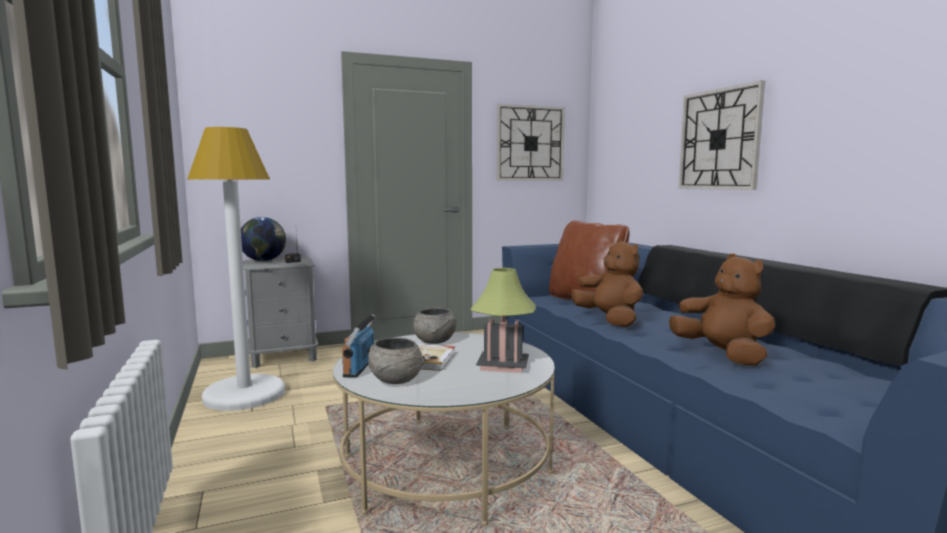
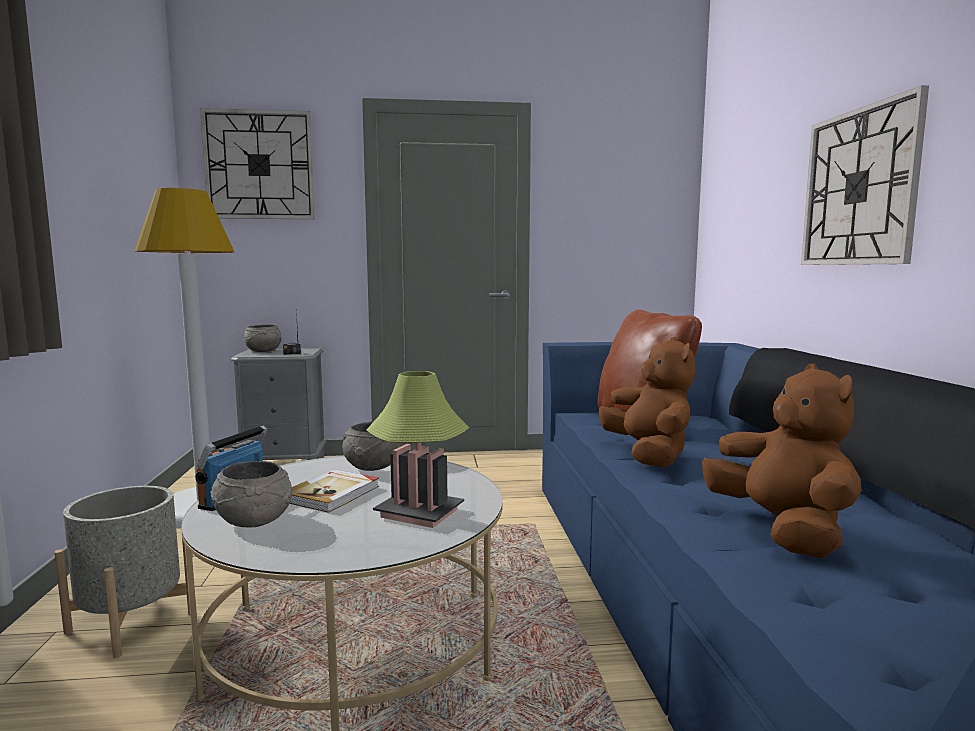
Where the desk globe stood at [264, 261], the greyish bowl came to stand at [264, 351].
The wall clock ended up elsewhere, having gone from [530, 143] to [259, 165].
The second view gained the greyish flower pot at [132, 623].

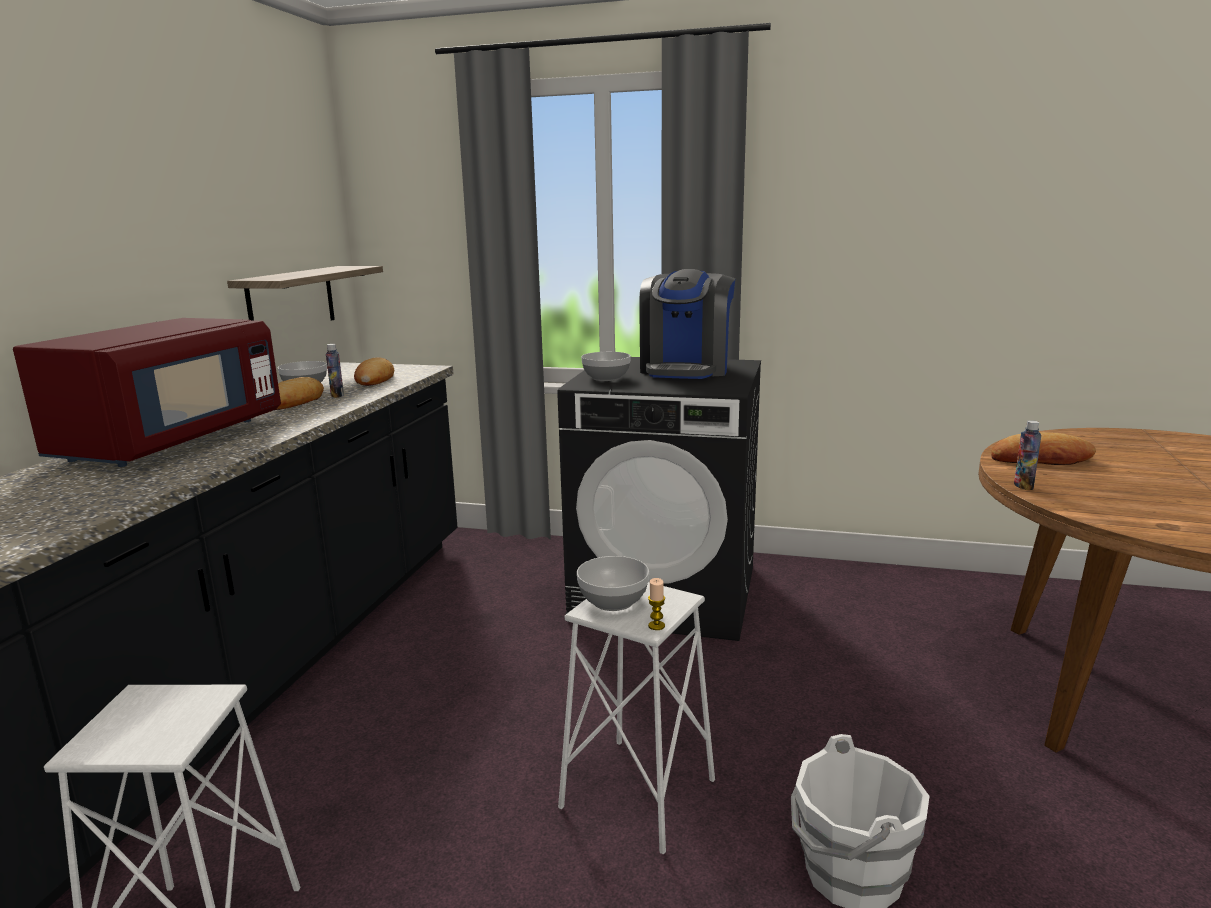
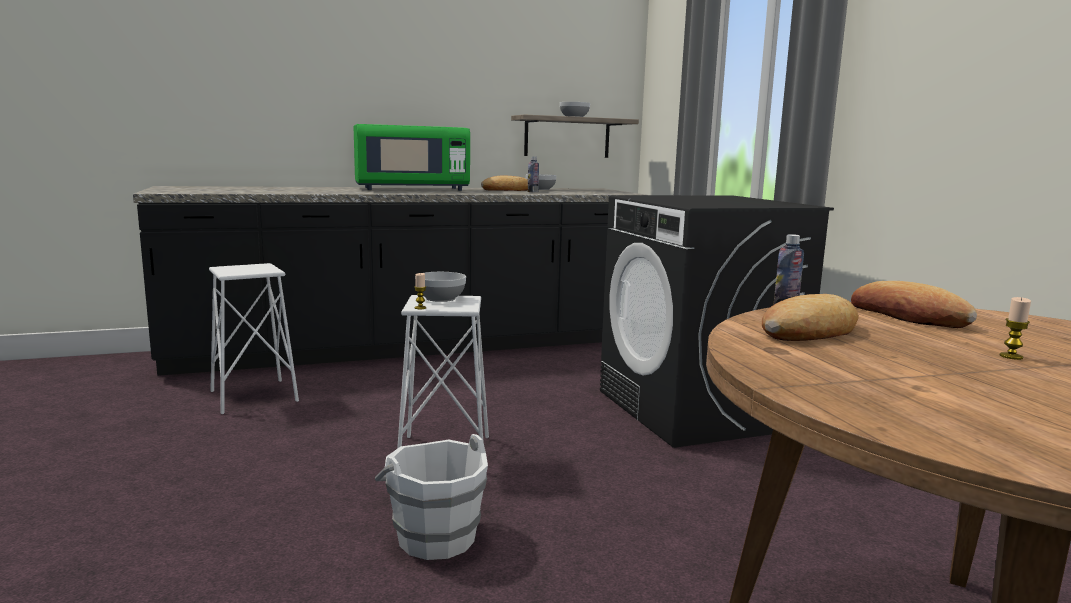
What was the reddish microwave oven at [171, 441] turned into the green-coloured microwave oven at [411, 189].
The bakery bread ended up elsewhere, having gone from [374, 379] to [809, 331].
The bowl ended up elsewhere, having gone from [606, 378] to [574, 117].
The second view lost the coffee maker at [685, 369].
The second view gained the wax candle at [1011, 356].

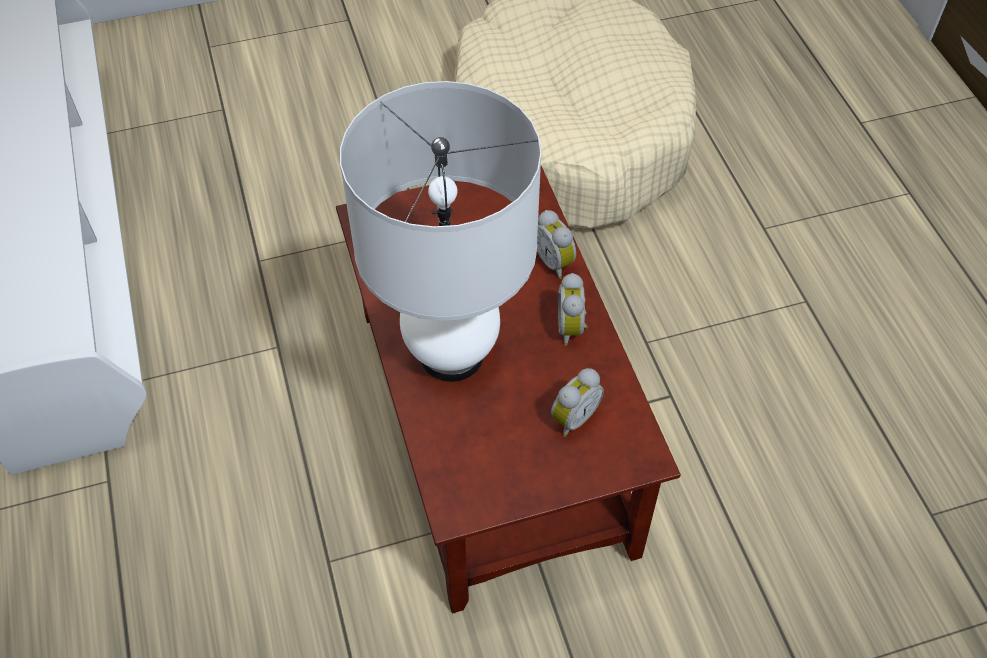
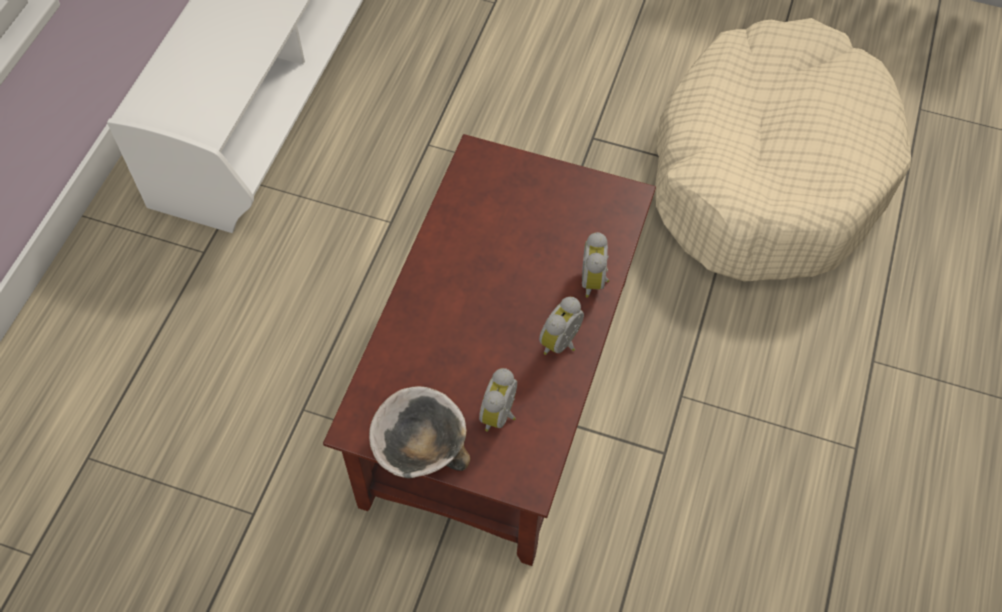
The second view lost the white-coloured lamp for a table at [451, 355].
The alarm clock at [572, 417] ended up facing another way, 120 degrees clockwise from before.
The second view gained the bowl at [419, 447].

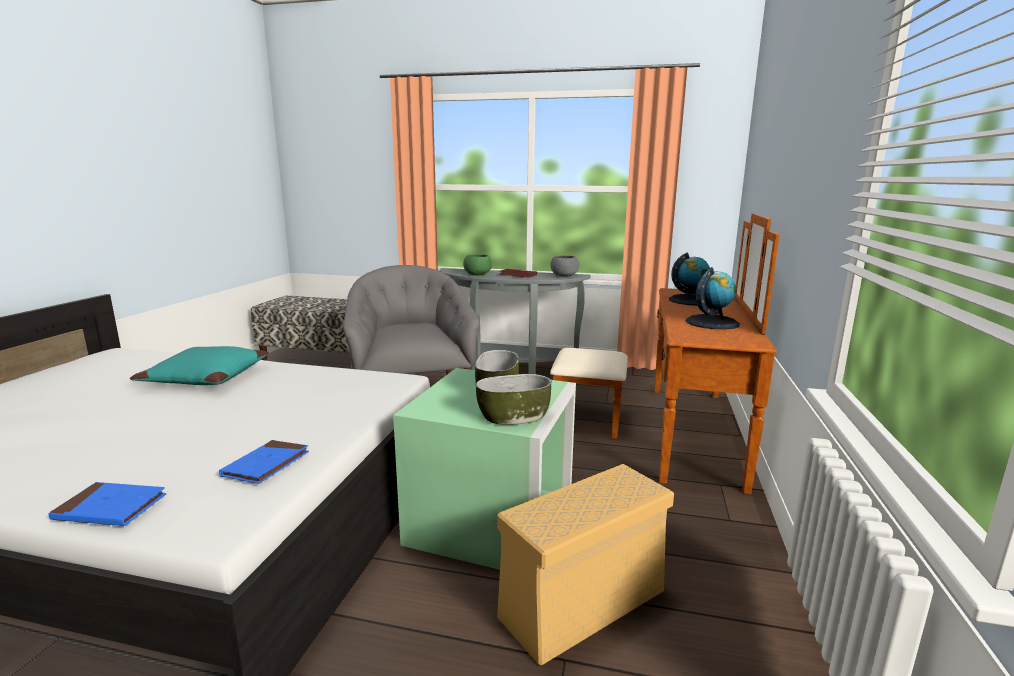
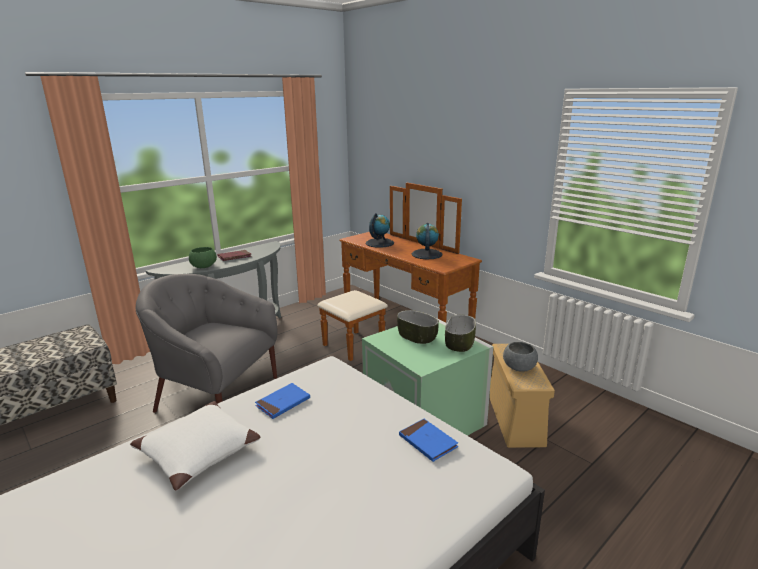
The blue-coloured book ended up elsewhere, having gone from [110, 508] to [283, 403].
What was the blue-green throw pillow at [205, 378] turned into the white-coloured throw pillow at [199, 452].
The greyish bowl ended up elsewhere, having gone from [564, 276] to [519, 367].

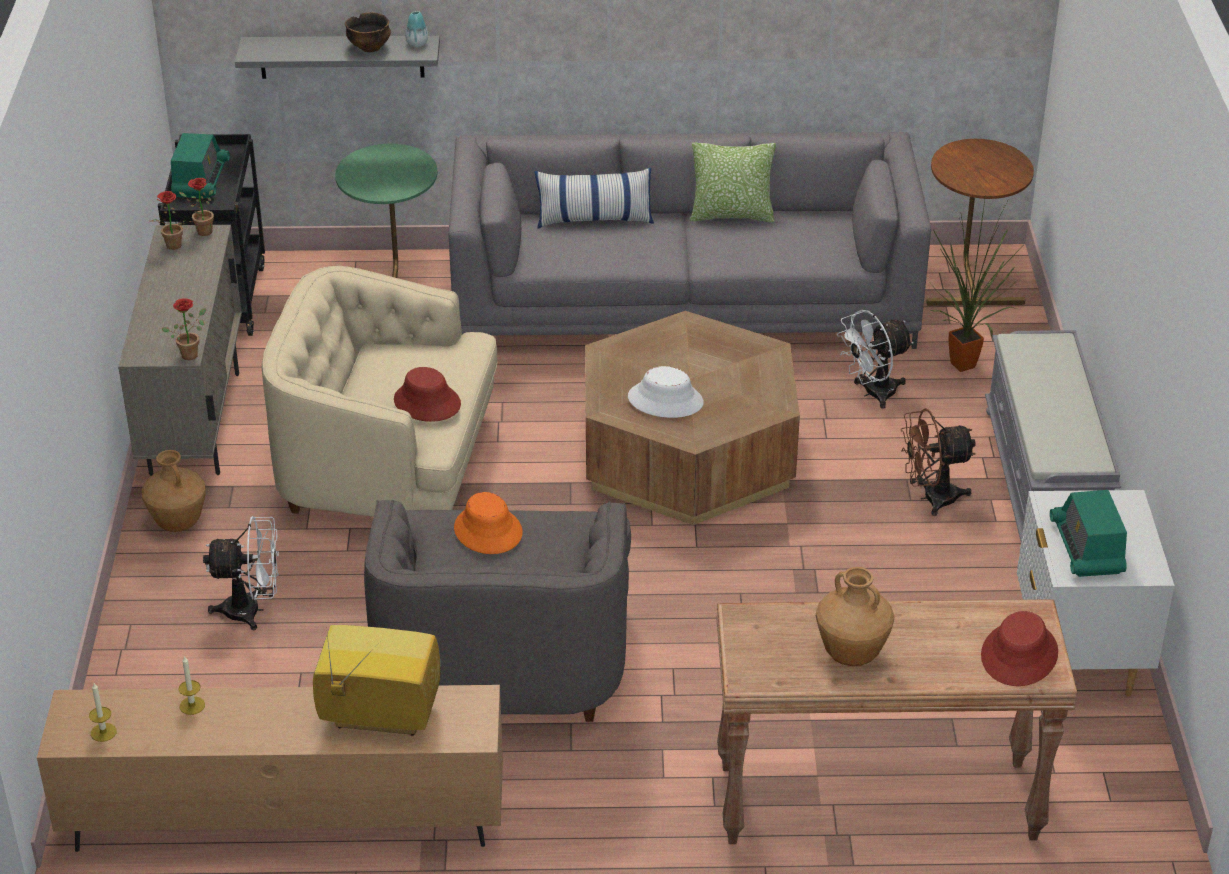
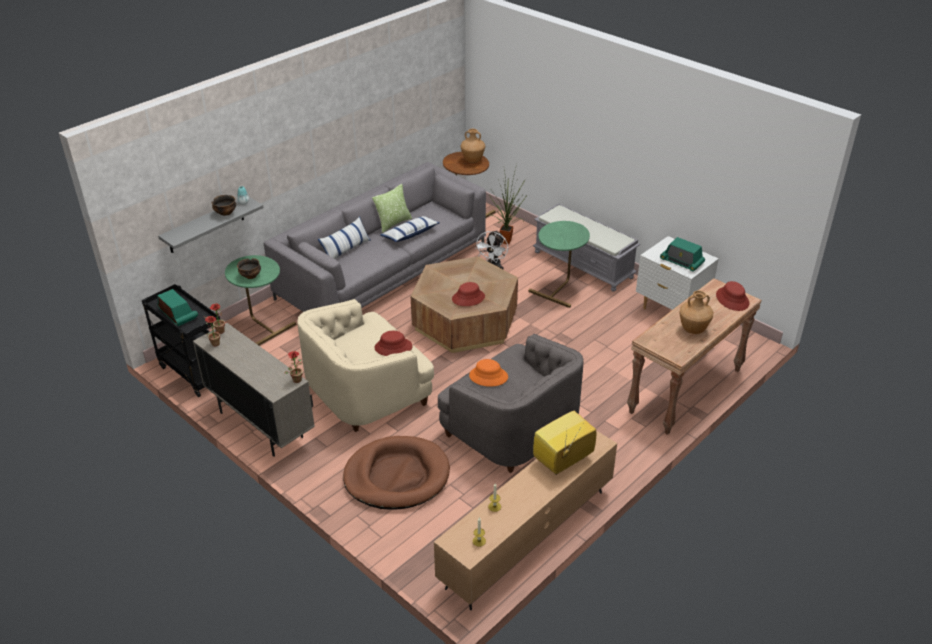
The brownish decorative vase ended up elsewhere, having gone from [178, 523] to [472, 161].
Where the white-coloured cooling fan stood at [252, 610], the brownish dog bed came to stand at [397, 476].
What was the white-coloured clothing hat at [665, 400] turned into the reddish clothing hat at [468, 298].
Where the brownish cooling fan stood at [931, 498], the green-coloured accent table came to stand at [560, 289].
The second view gained the bowl at [250, 276].
The second view gained the throw pillow at [410, 234].

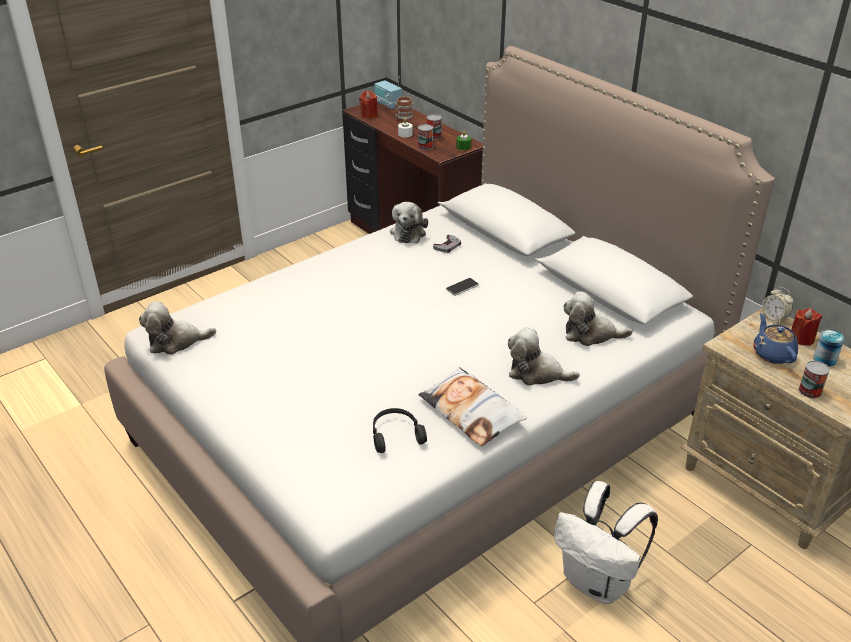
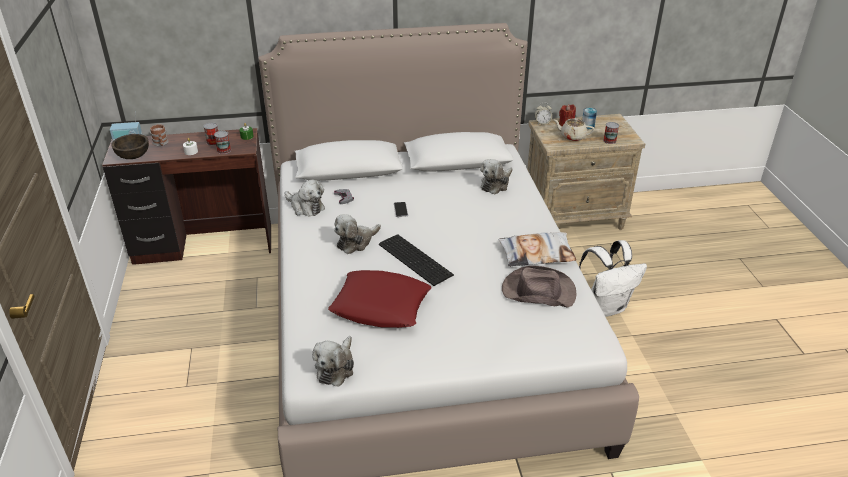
Where the reddish wax candle stood at [369, 115], the brownish bowl came to stand at [133, 156].
Where the black-coloured pair of headphones stood at [395, 435], the brownish clothing hat came to stand at [537, 291].
The plush toy ended up elsewhere, having gone from [536, 373] to [356, 242].
What was the blue-coloured teapot at [772, 354] turned into the beige teapot at [572, 137].
The second view gained the reddish throw pillow at [381, 306].
The second view gained the PC keyboard at [415, 258].

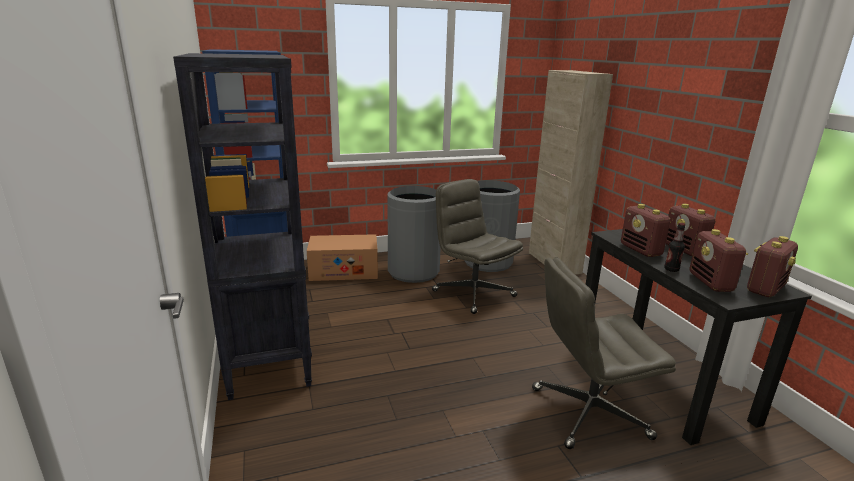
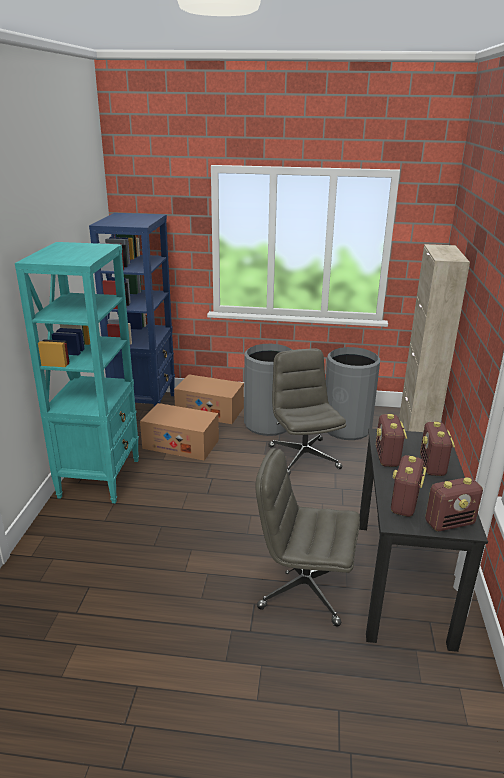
What was the black-coloured shelving unit at [269, 362] turned into the blue-green shelving unit at [100, 477].
The second view lost the drink bottle at [671, 269].
The second view gained the carton at [181, 444].

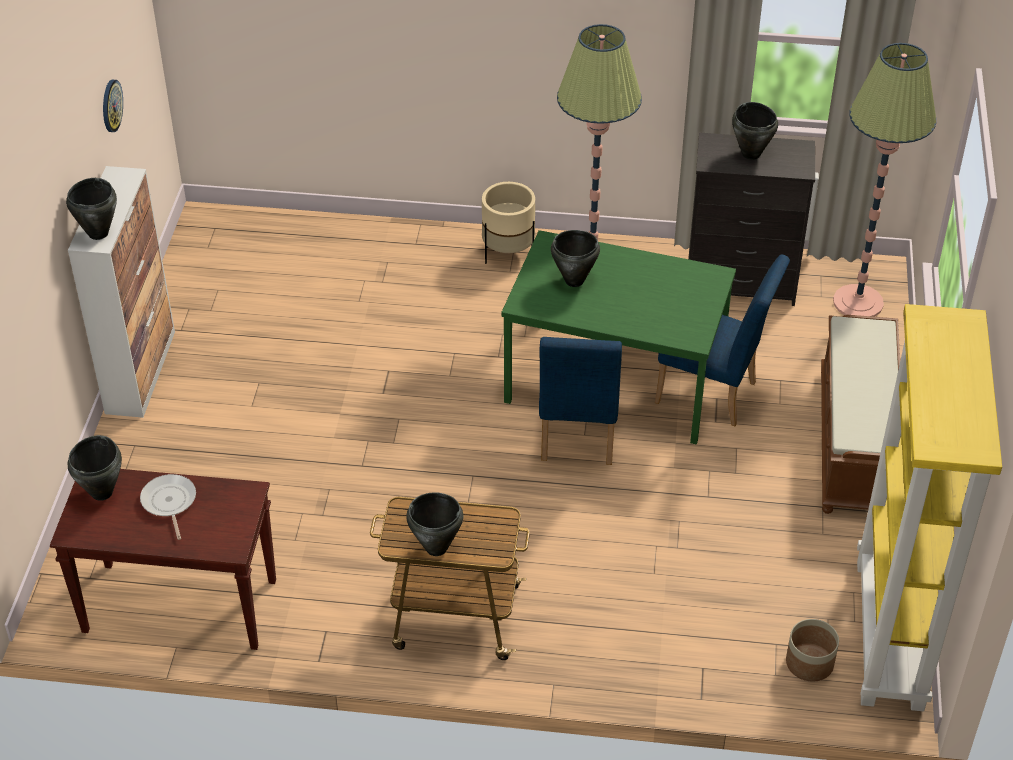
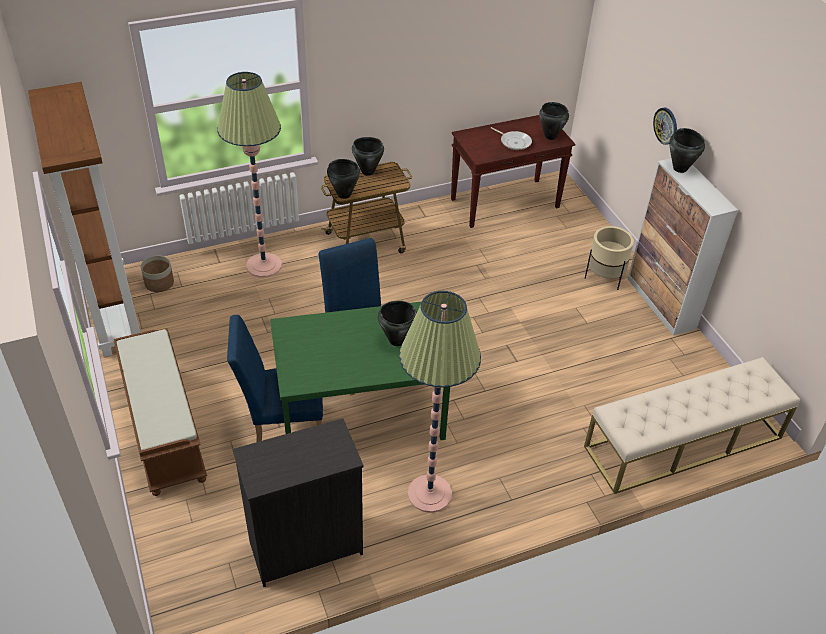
The wall clock ended up elsewhere, having gone from [111, 105] to [666, 125].
The beige flower pot ended up elsewhere, having gone from [508, 253] to [604, 278].
The black-coloured stockpot ended up elsewhere, having gone from [751, 154] to [344, 195].
The standard lamp ended up elsewhere, having gone from [858, 302] to [264, 265].
What was the yellow shelving unit at [891, 635] turned into the brownish shelving unit at [113, 312].
The second view gained the beige long seat at [683, 442].

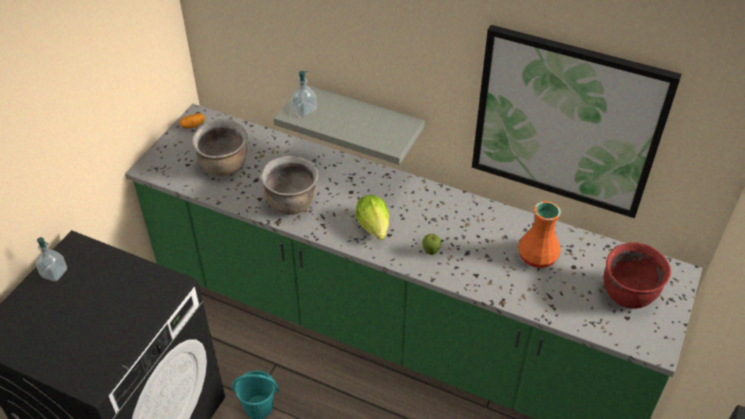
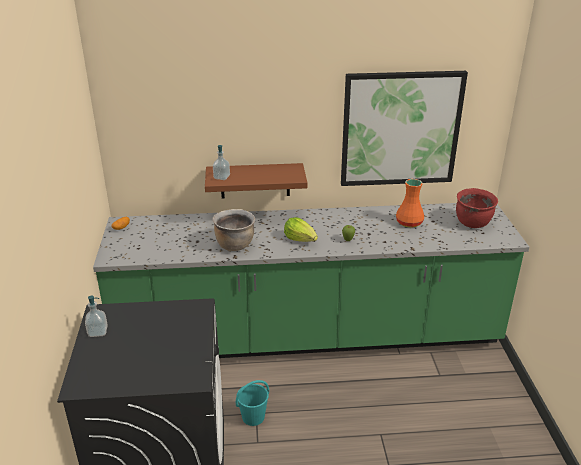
The second view lost the brownish stockpot at [224, 166].
What was the greyish shelf at [362, 120] turned into the brownish shelf at [255, 180].

